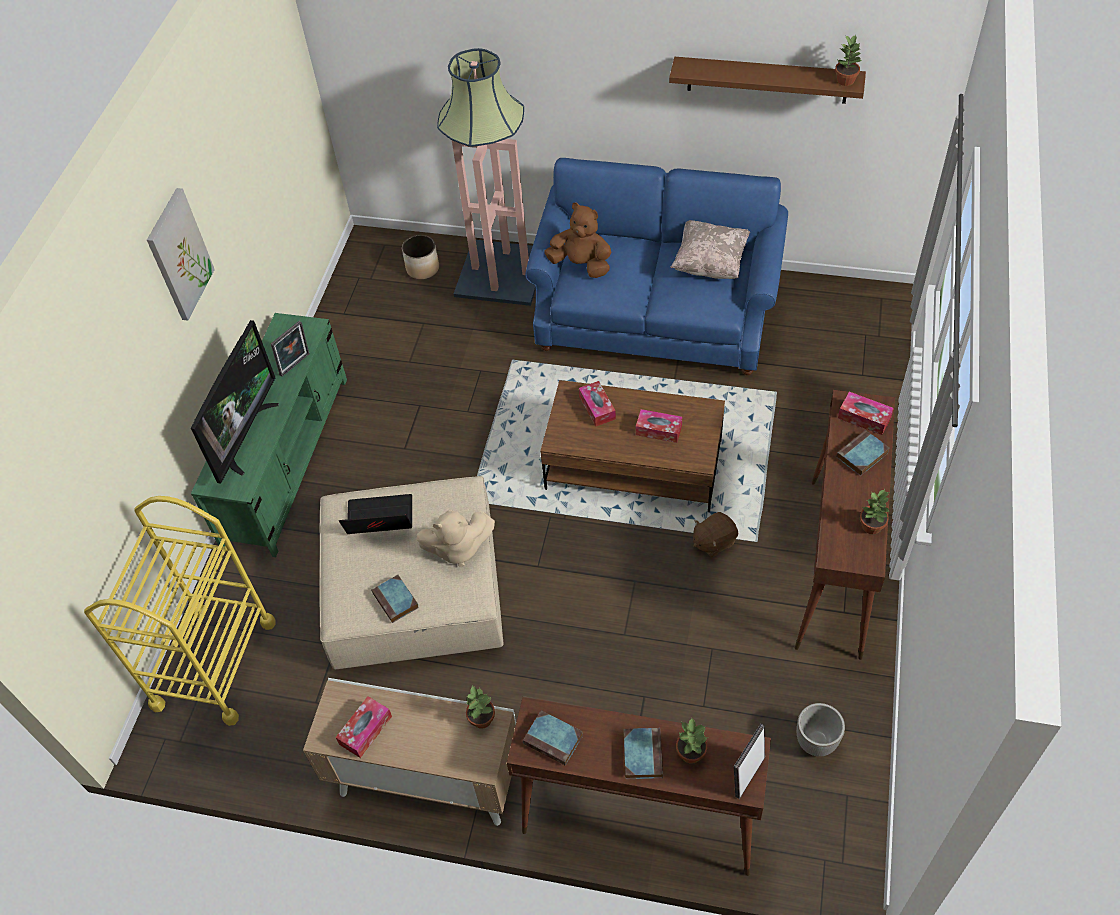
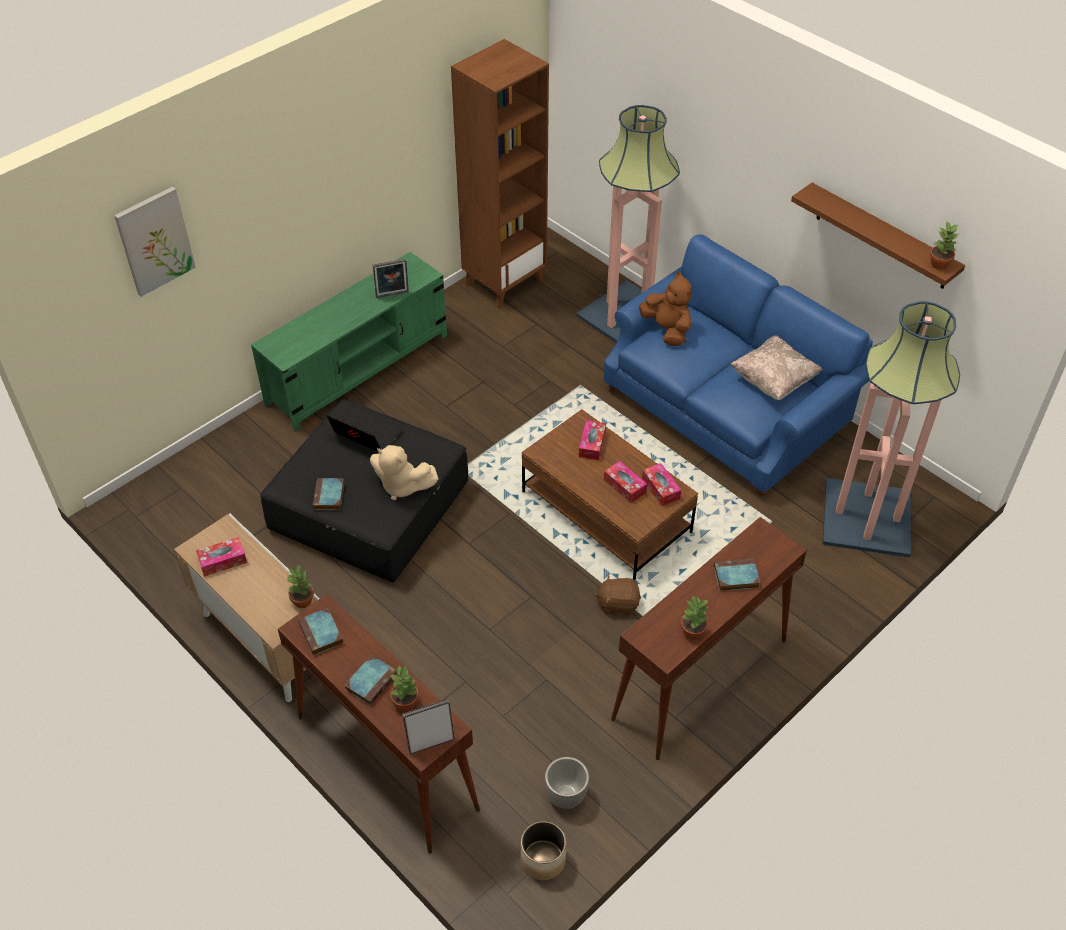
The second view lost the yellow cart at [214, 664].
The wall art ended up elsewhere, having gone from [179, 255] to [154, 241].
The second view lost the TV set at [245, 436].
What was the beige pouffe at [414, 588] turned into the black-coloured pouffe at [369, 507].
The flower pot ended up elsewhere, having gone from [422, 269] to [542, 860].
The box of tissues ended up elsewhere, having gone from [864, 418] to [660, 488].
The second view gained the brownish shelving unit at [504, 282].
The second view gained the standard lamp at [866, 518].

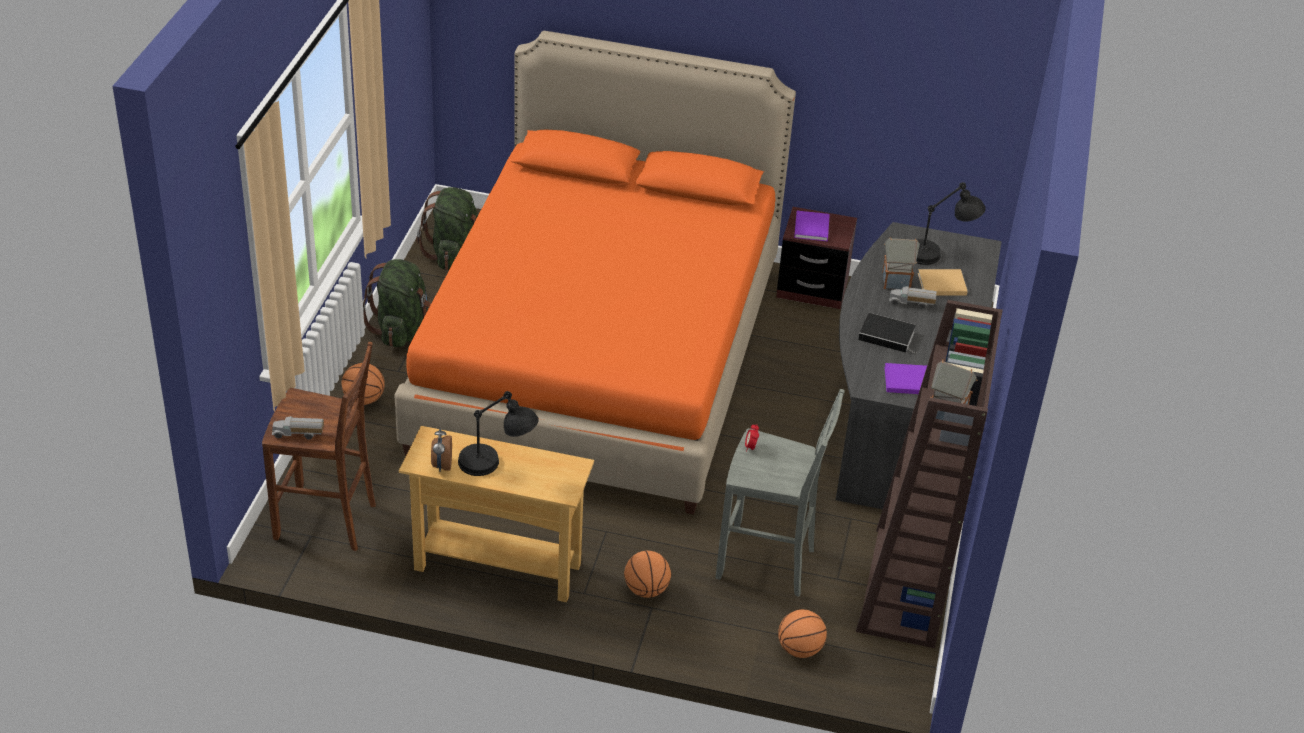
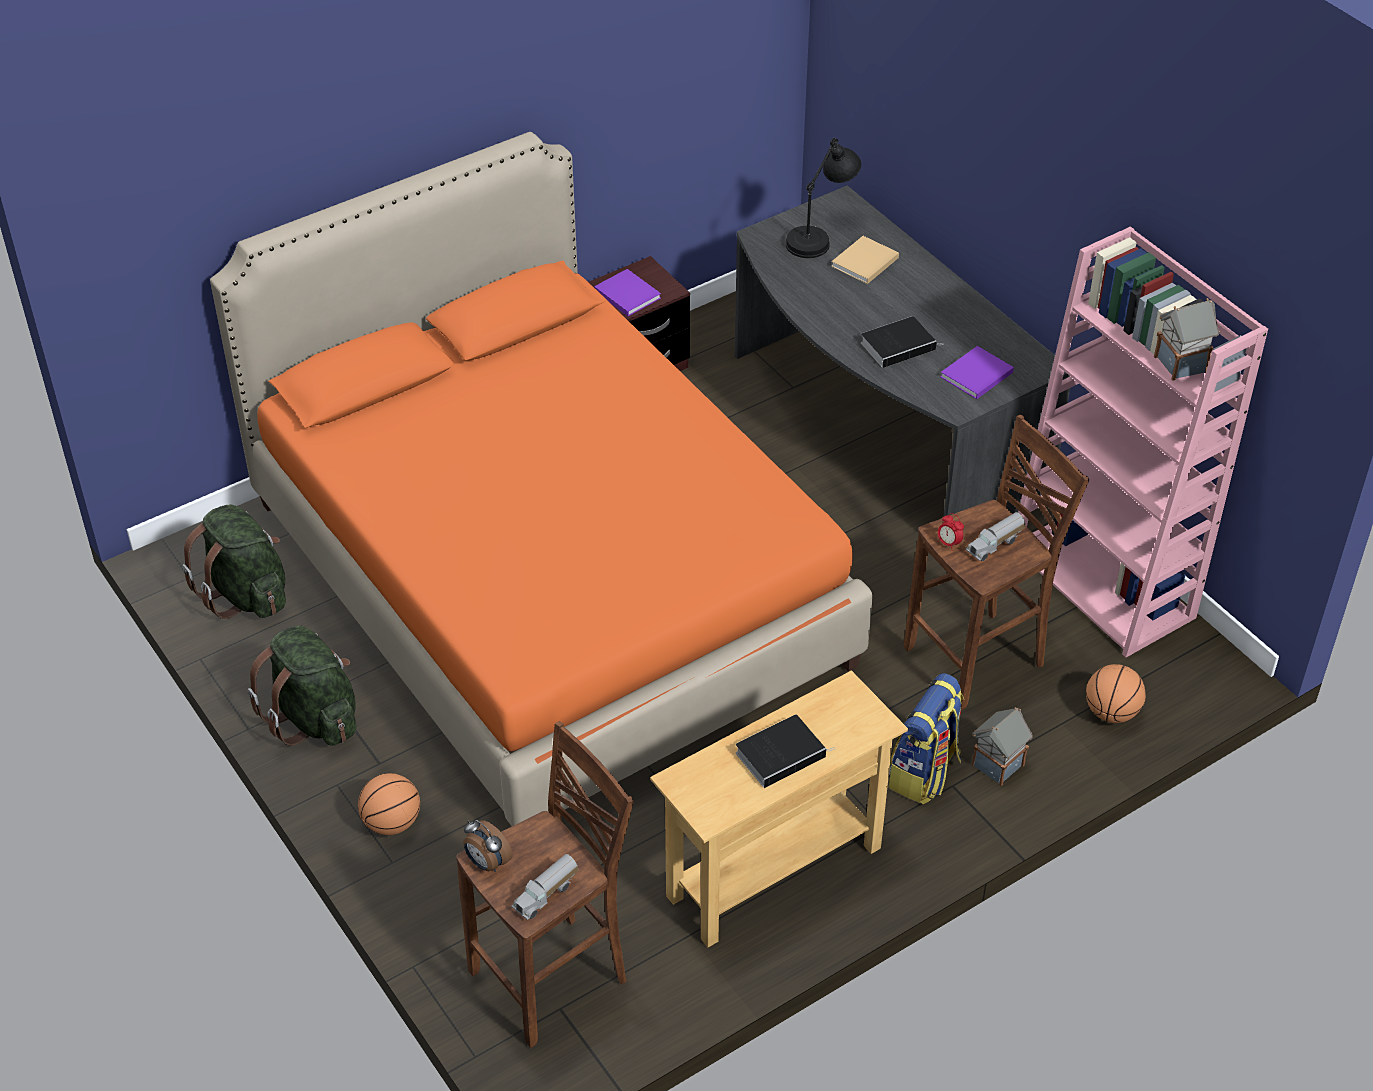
The alarm clock ended up elsewhere, having gone from [441, 465] to [487, 863].
Where the black-coloured lamp for a table stood at [496, 466], the book came to stand at [782, 753].
Where the basketball stood at [646, 590], the rucksack came to stand at [924, 773].
What was the greyish stool at [768, 563] turned into the brownish stool at [978, 658].
What was the brownish shelving unit at [906, 588] turned into the pink-coloured shelving unit at [1104, 584].
The model house ended up elsewhere, having gone from [895, 281] to [997, 766].
The toy lorry ended up elsewhere, having gone from [911, 303] to [995, 545].

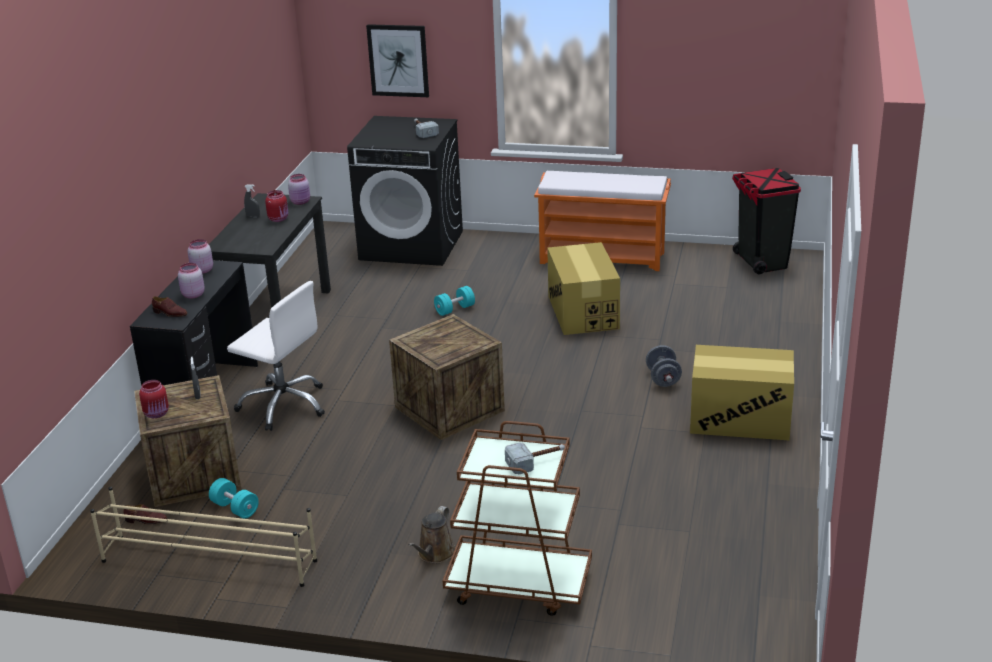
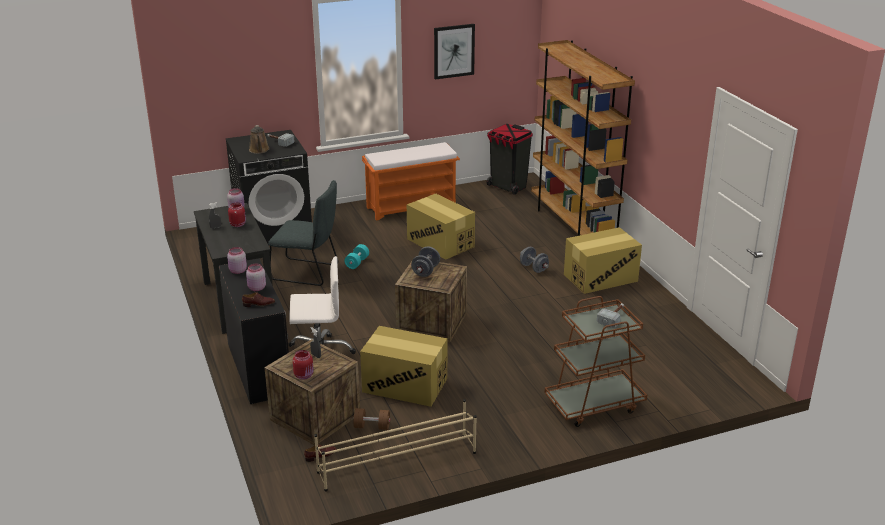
What was the blue-green dumbbell at [235, 508] turned into the brownish dumbbell at [372, 426].
The wall art ended up elsewhere, having gone from [398, 60] to [454, 51].
The brownish sprinkling can ended up elsewhere, having gone from [434, 554] to [259, 150].
The second view gained the greyish plain chair at [307, 272].
The second view gained the carton at [405, 385].
The second view gained the greyish dumbbell at [425, 271].
The second view gained the brownish shelving unit at [573, 226].

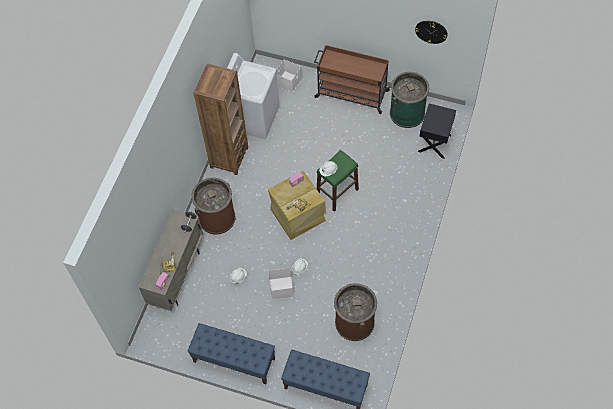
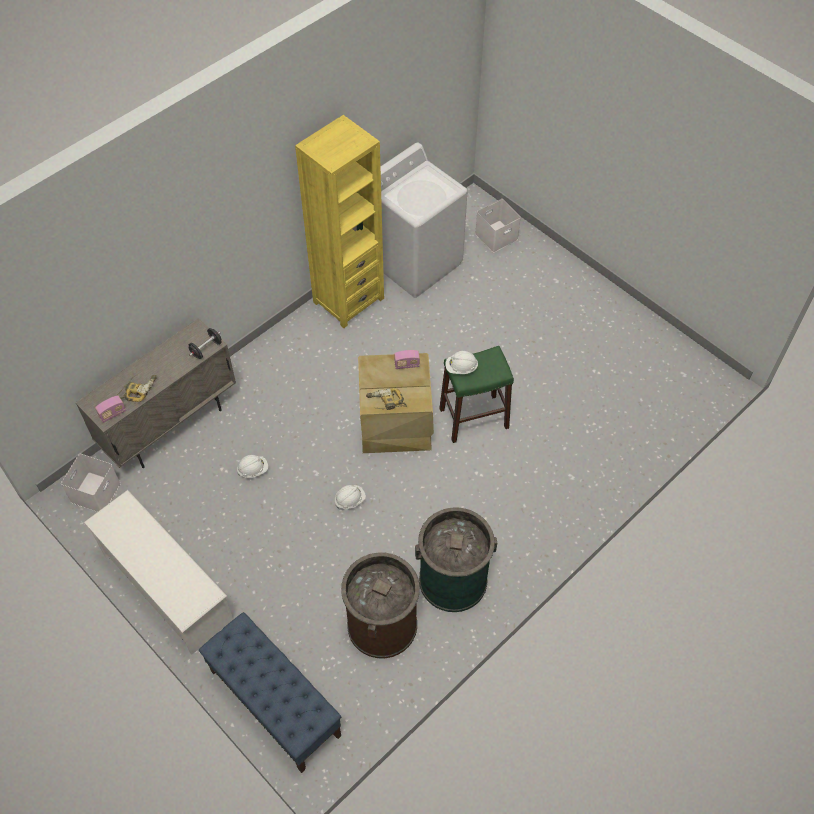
Where the blue-coloured long seat stood at [234, 360], the white-coloured shoe shelf came to stand at [167, 588].
The second view lost the brownish trash can at [216, 217].
What was the brownish shelving unit at [229, 157] turned into the yellow shelving unit at [348, 300].
The white-coloured storage container ended up elsewhere, having gone from [282, 288] to [96, 493].
The second view lost the brownish cart at [351, 94].
The green-coloured trash can ended up elsewhere, having gone from [407, 113] to [453, 580].
The second view lost the wall clock at [431, 31].
The second view lost the black-coloured nightstand at [435, 143].

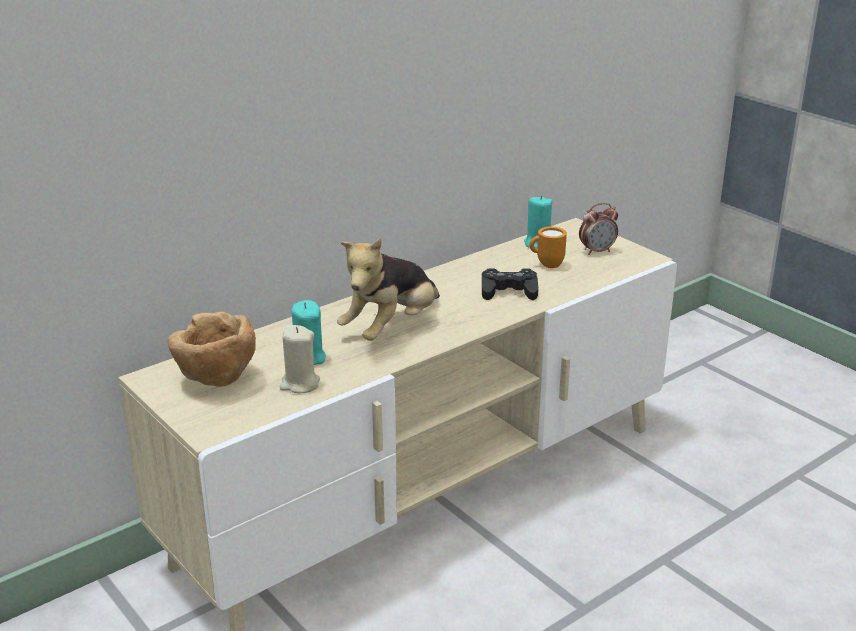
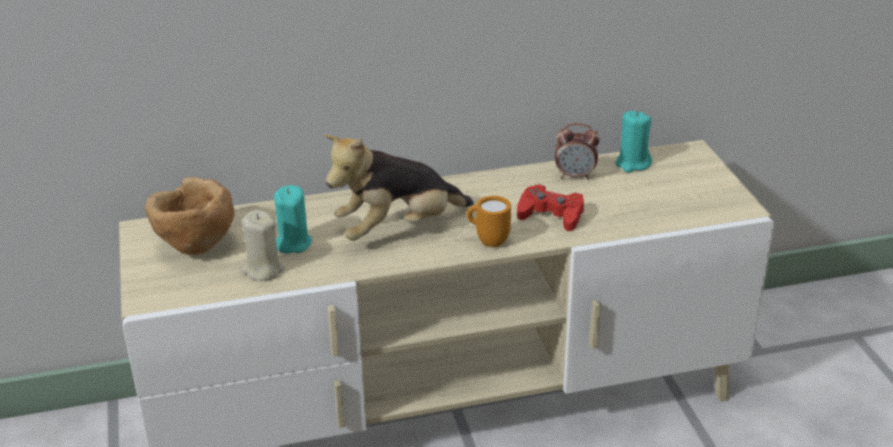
What was the black-coloured game controller at [509, 291] turned into the reddish game controller at [551, 214].
The orange mug ended up elsewhere, having gone from [546, 265] to [488, 240].
The alarm clock ended up elsewhere, having gone from [597, 251] to [575, 176].

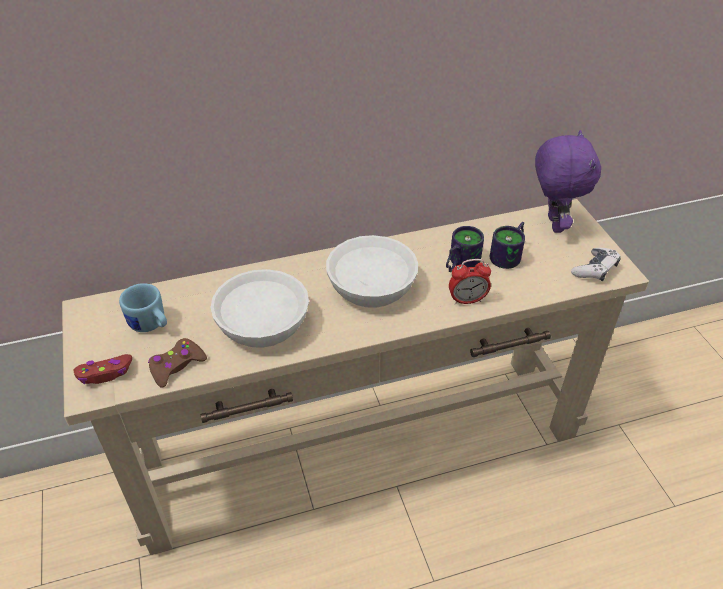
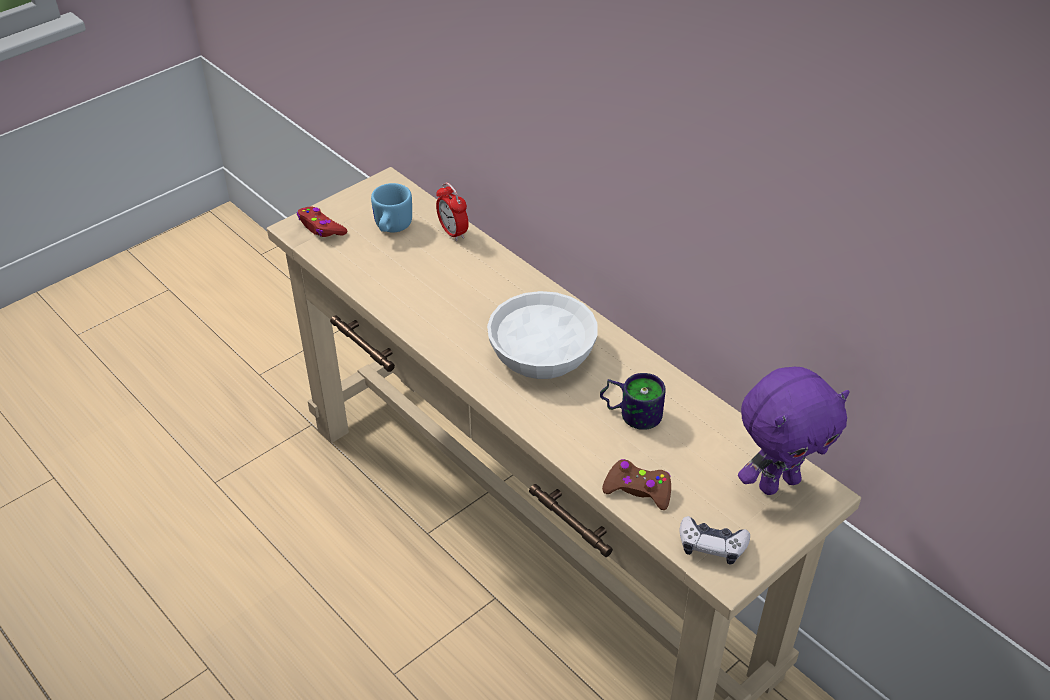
The brownish game controller ended up elsewhere, having gone from [176, 366] to [638, 490].
The second view lost the white-coloured bowl at [264, 322].
The alarm clock ended up elsewhere, having gone from [467, 300] to [453, 232].
The second view lost the mug at [510, 256].

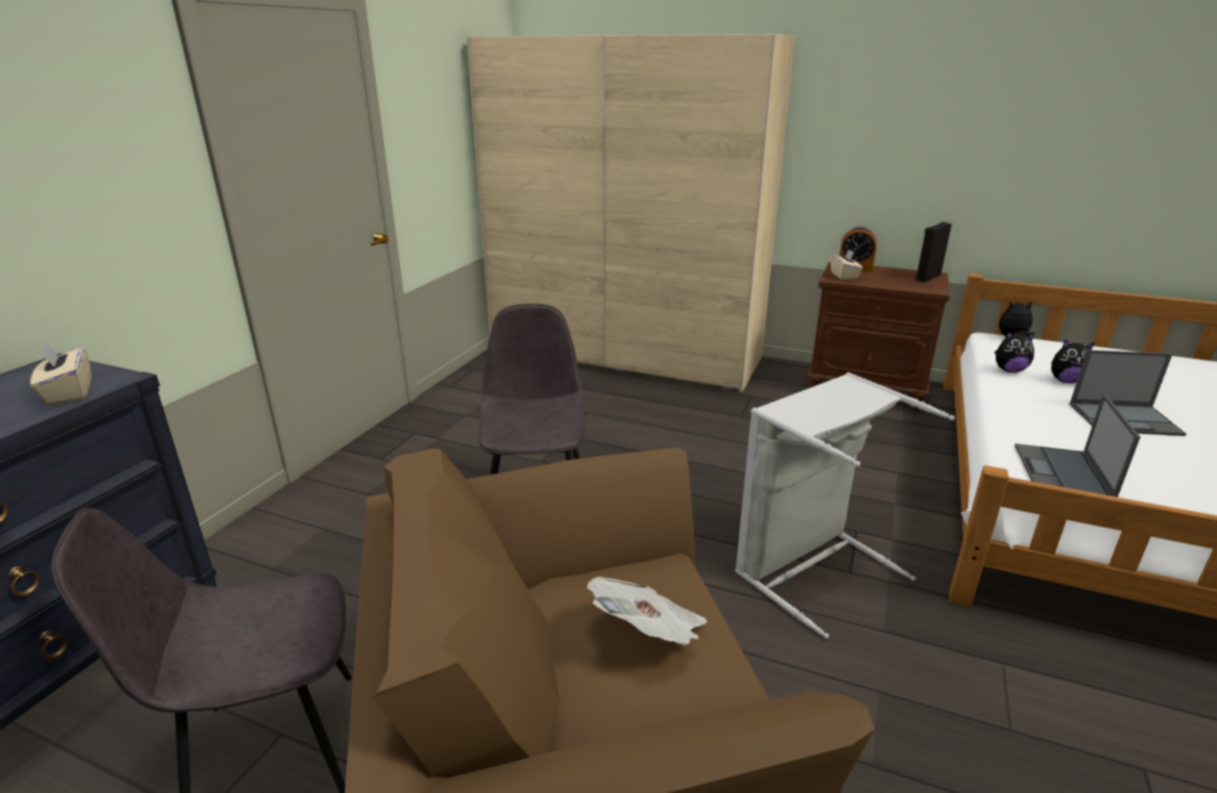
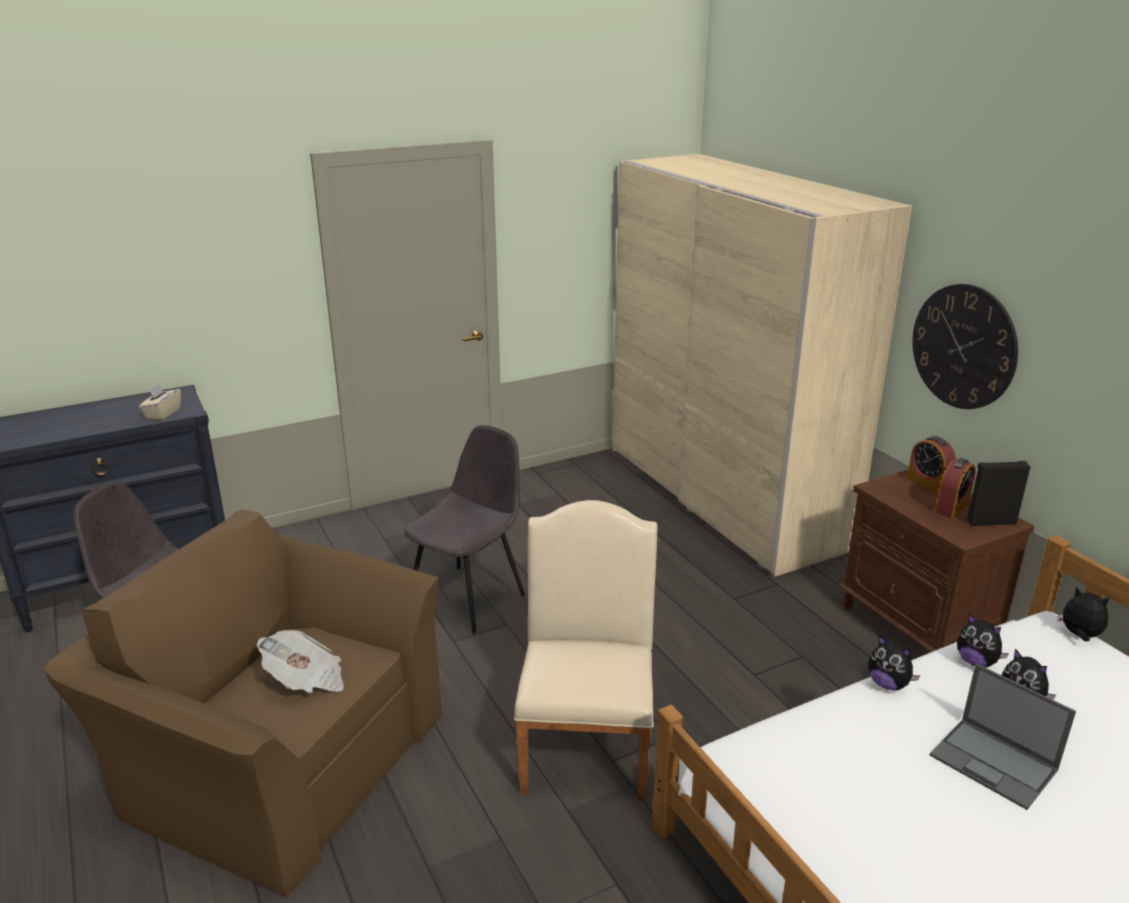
Where the greyish washing basket stood at [810, 567], the beige plain chair came to stand at [587, 740].
The second view lost the beige box of tissues at [844, 276].
The second view lost the notebook computer at [1063, 473].
The second view gained the plush toy at [888, 684].
The second view gained the wall clock at [963, 346].
The second view gained the alarm clock at [952, 507].

